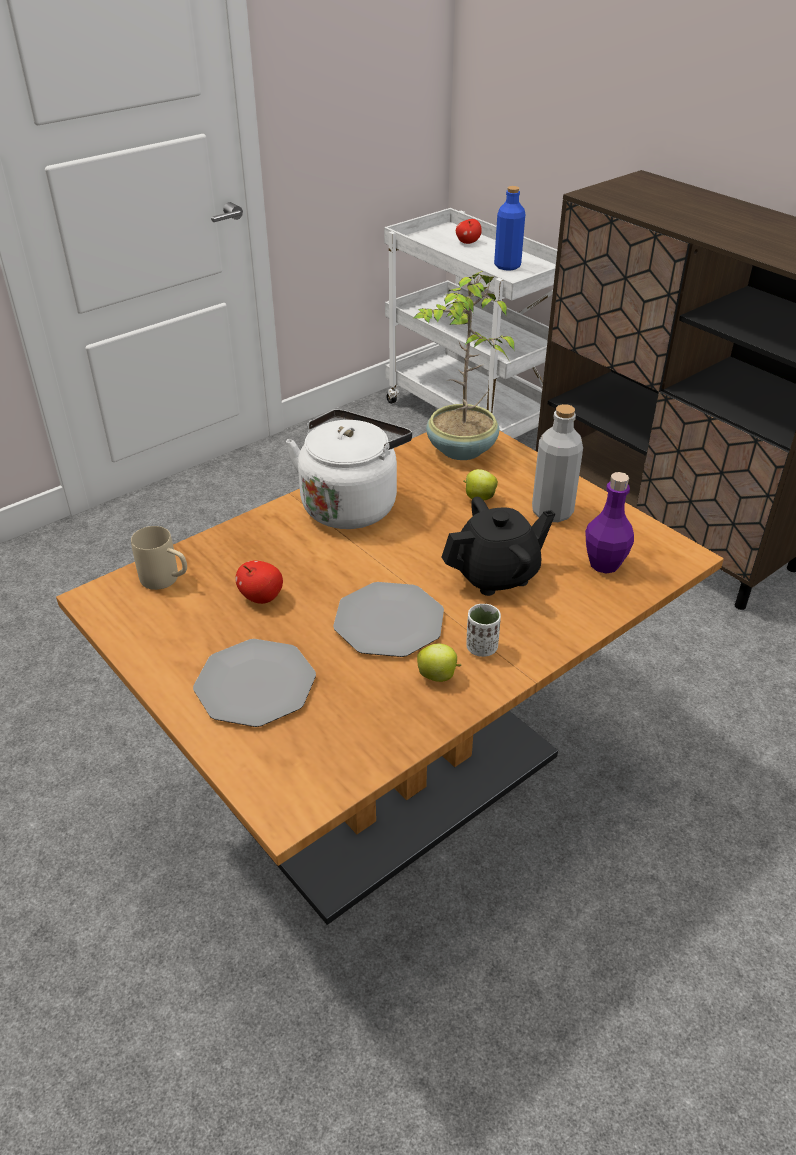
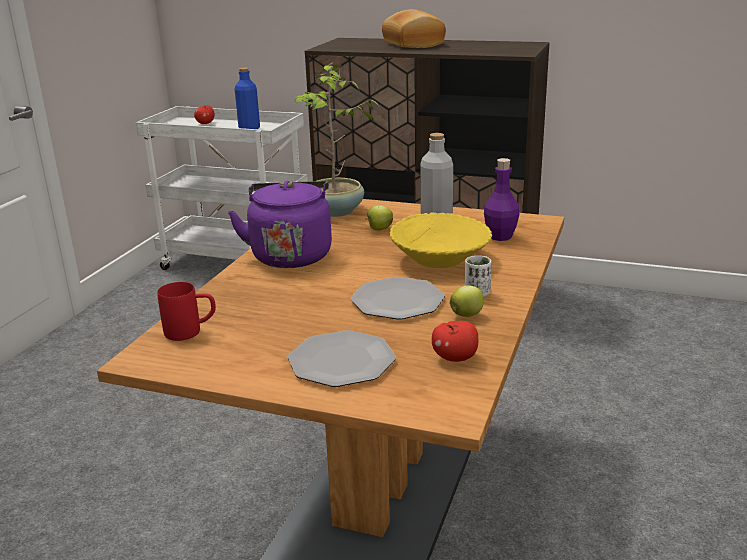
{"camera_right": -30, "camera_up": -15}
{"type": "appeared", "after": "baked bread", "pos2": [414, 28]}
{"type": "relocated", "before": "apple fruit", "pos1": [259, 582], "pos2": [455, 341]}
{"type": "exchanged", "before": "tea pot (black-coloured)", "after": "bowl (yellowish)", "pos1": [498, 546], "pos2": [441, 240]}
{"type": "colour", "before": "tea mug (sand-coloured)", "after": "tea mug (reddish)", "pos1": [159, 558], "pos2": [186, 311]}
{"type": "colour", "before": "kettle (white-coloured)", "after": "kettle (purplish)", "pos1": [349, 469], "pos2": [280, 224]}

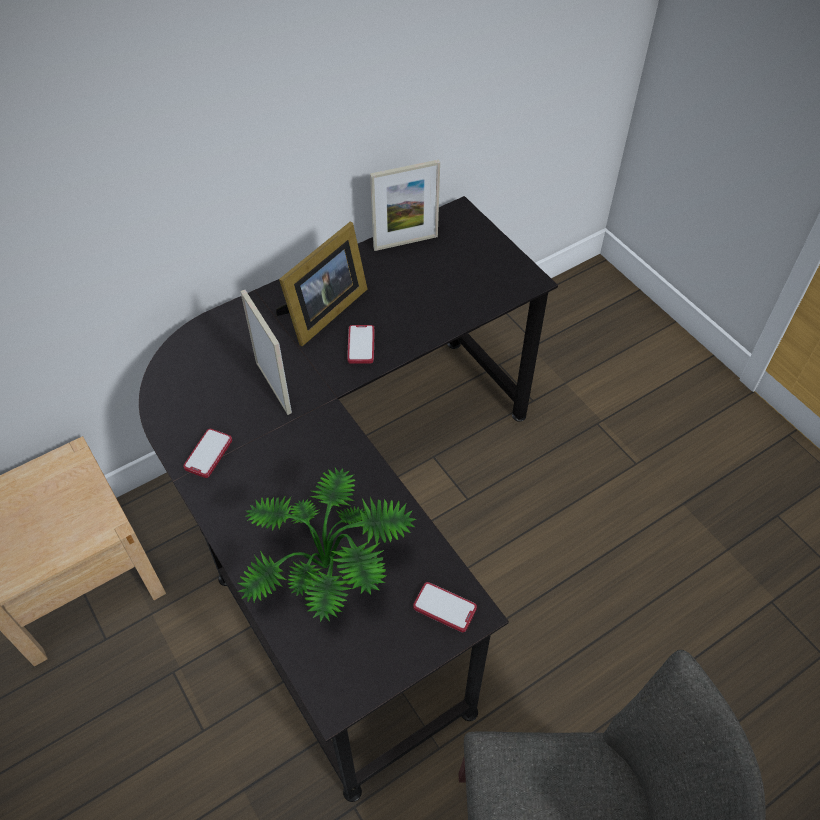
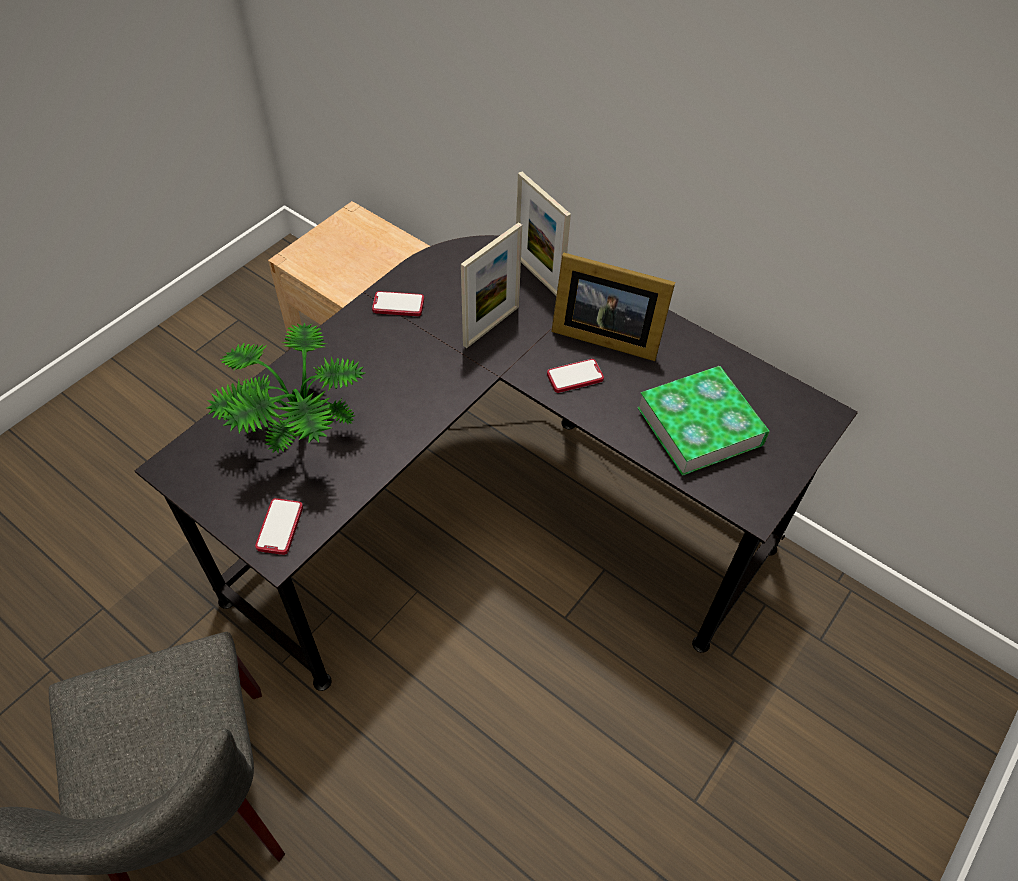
{"camera_right": 70, "camera_up": 0}
{"type": "appeared", "after": "volume", "pos2": [703, 421]}
{"type": "relocated", "before": "standing frame", "pos1": [405, 205], "pos2": [543, 234]}

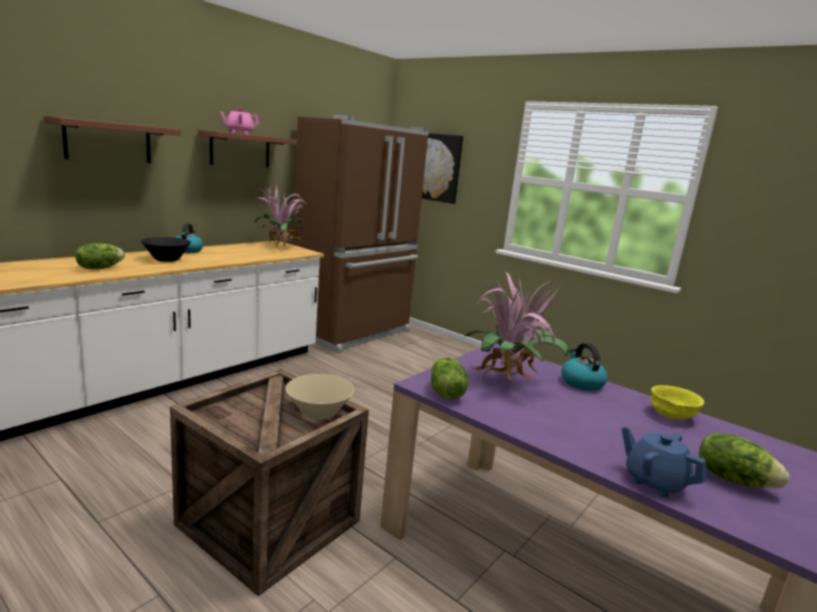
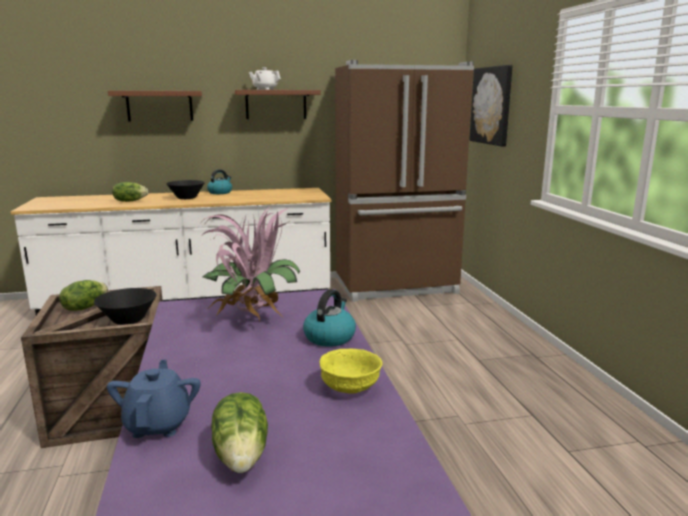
{"camera_right": 40, "camera_up": 0}
{"type": "missing", "before": "plant in a pot", "pos1": [281, 217]}
{"type": "relocated", "before": "head of lettuce", "pos1": [449, 378], "pos2": [83, 295]}
{"type": "colour", "before": "tea pot (pink)", "after": "tea pot (white-coloured)", "pos1": [240, 121], "pos2": [265, 78]}
{"type": "colour", "before": "bowl (sand-coloured)", "after": "bowl (black-coloured)", "pos1": [320, 397], "pos2": [125, 306]}

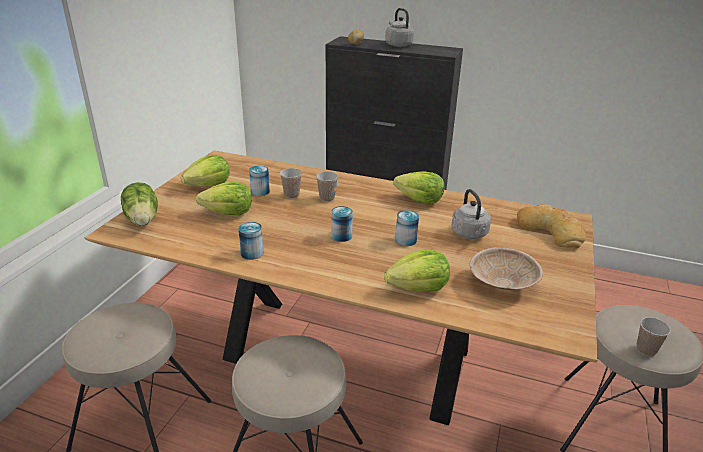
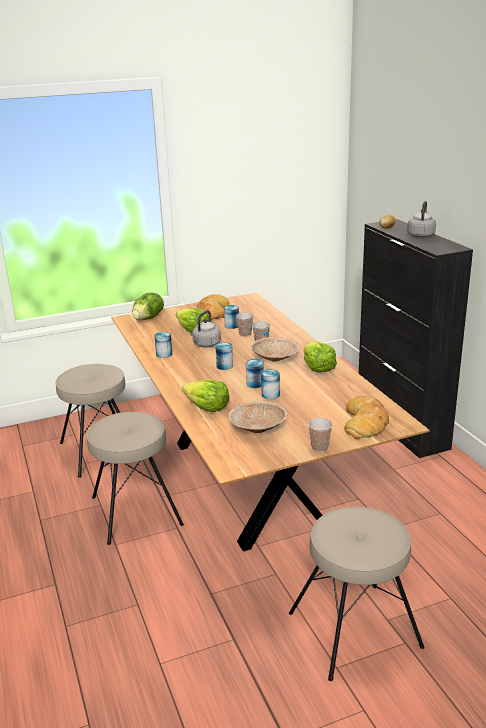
{"camera_right": 50, "camera_up": -5}
{"type": "appeared", "after": "bowl (sand-coloured)", "pos2": [274, 349]}
{"type": "appeared", "after": "can", "pos2": [270, 384]}
{"type": "relocated", "before": "kettle (grey)", "pos1": [471, 214], "pos2": [205, 328]}
{"type": "relocated", "before": "small cup", "pos1": [653, 336], "pos2": [320, 435]}
{"type": "exchanged", "before": "head of lettuce", "after": "baked bread", "pos1": [205, 170], "pos2": [213, 307]}

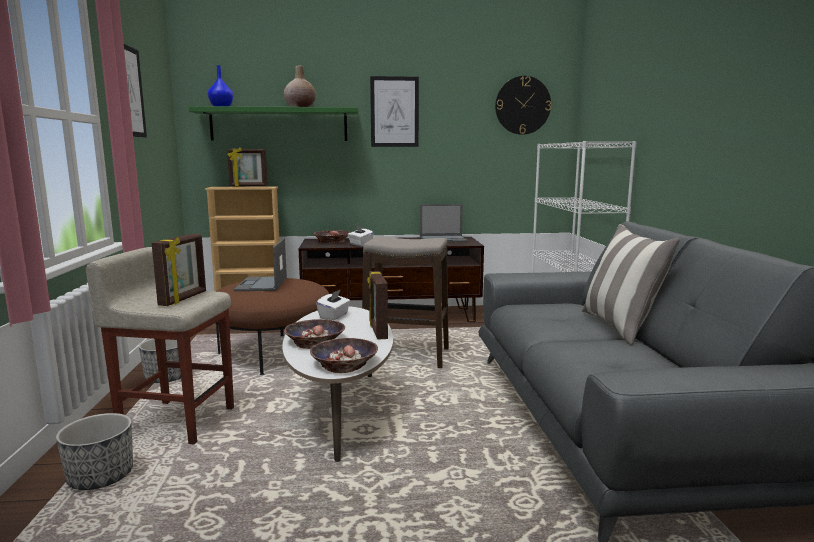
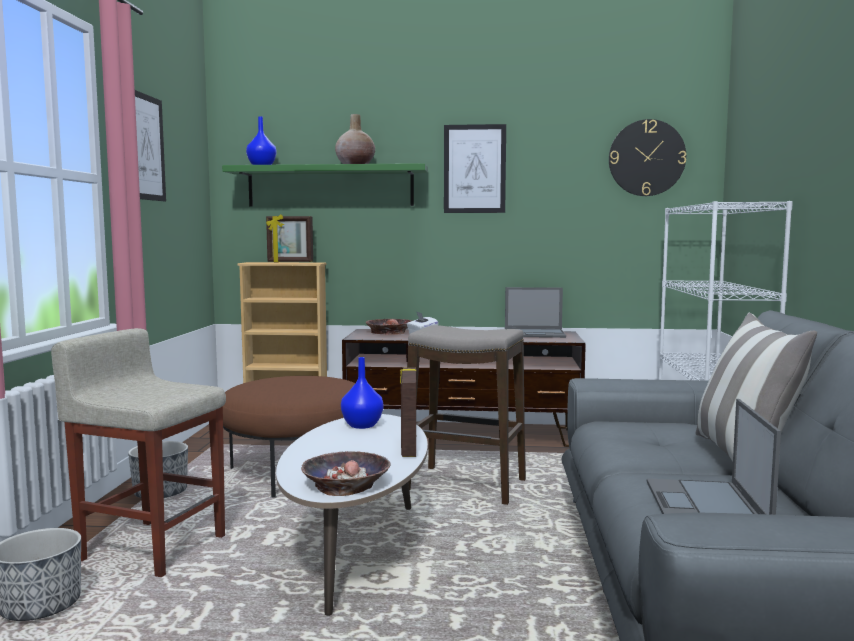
{"camera_right": 10, "camera_up": -5}
{"type": "missing", "before": "standing frame", "pos1": [179, 270]}
{"type": "missing", "before": "bowl", "pos1": [314, 334]}
{"type": "relocated", "before": "portable computer", "pos1": [260, 264], "pos2": [714, 457]}
{"type": "exchanged", "before": "tissue box (white-coloured)", "after": "flower vase (blue-coloured)", "pos1": [333, 304], "pos2": [362, 393]}

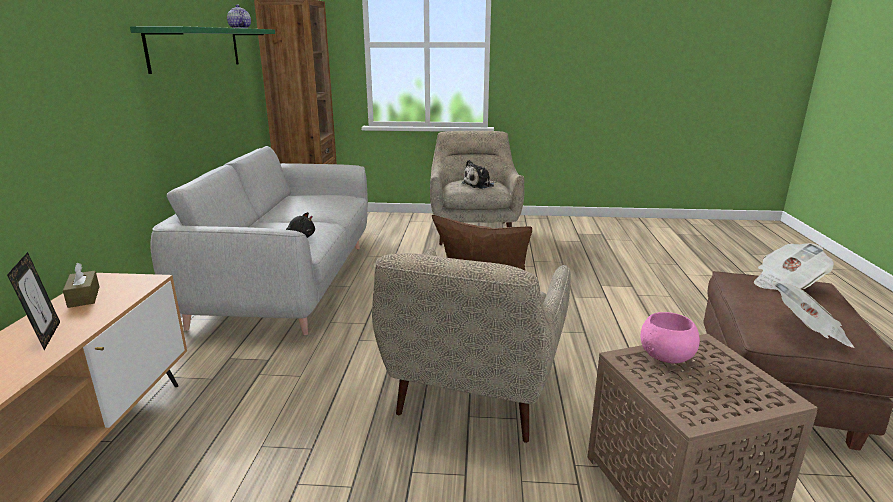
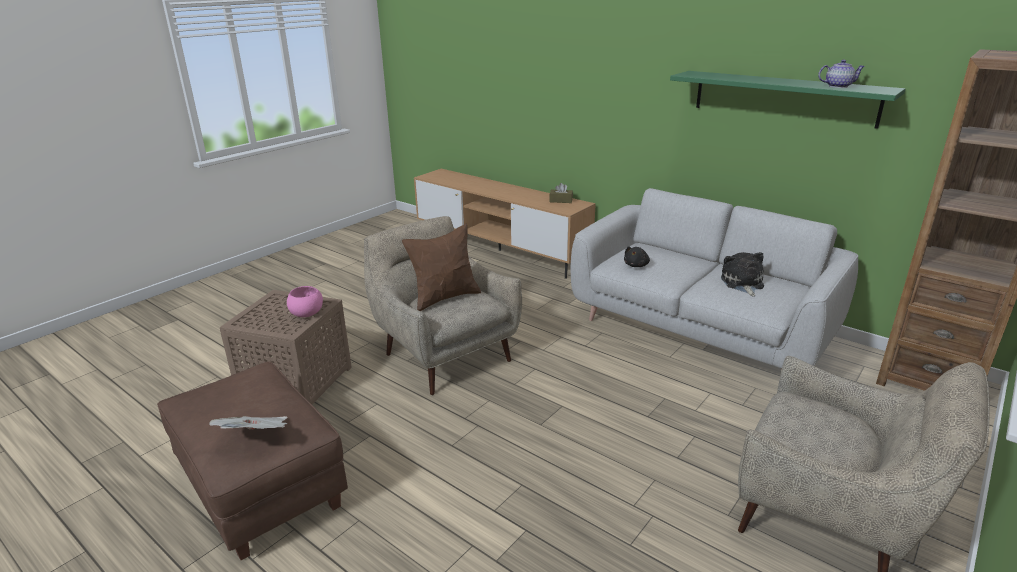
{"camera_right": 125, "camera_up": 5}
{"type": "missing", "before": "standing frame", "pos1": [33, 301]}
{"type": "missing", "before": "printed paper", "pos1": [814, 314]}
{"type": "relocated", "before": "plush toy", "pos1": [479, 174], "pos2": [742, 274]}

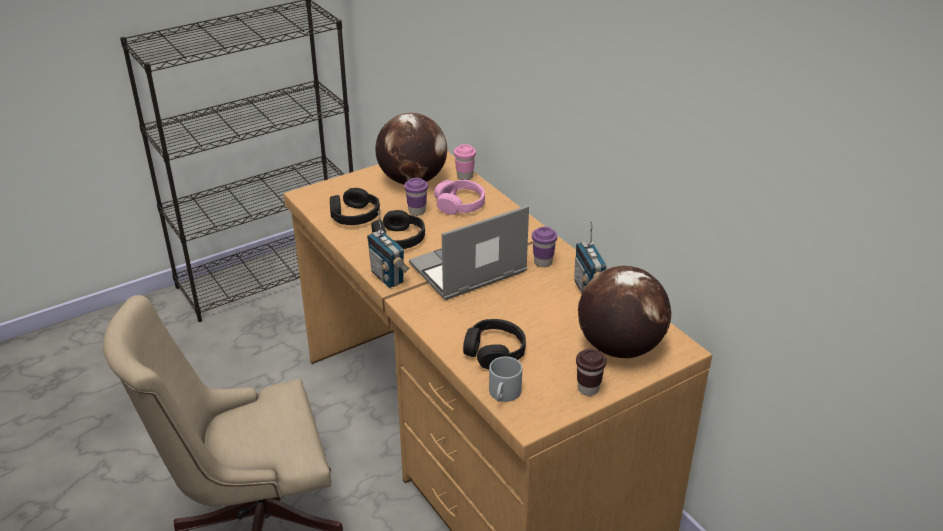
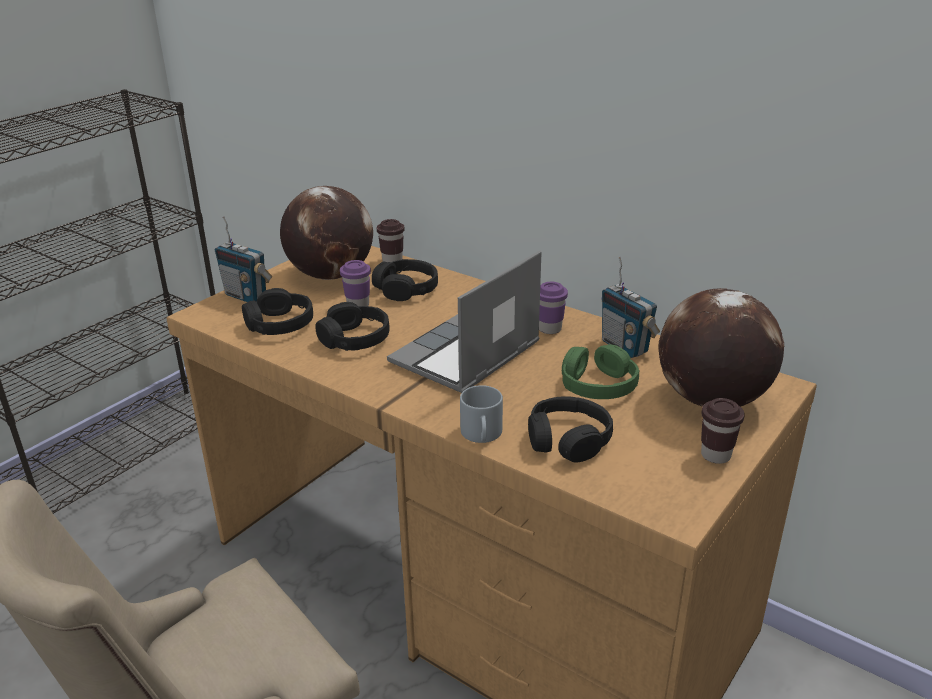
{"camera_right": -20, "camera_up": -5}
{"type": "appeared", "after": "headset (green-coloured)", "pos2": [600, 371]}
{"type": "relocated", "before": "radio", "pos1": [388, 249], "pos2": [243, 259]}
{"type": "relocated", "before": "tea mug (grey)", "pos1": [505, 379], "pos2": [481, 414]}
{"type": "colour", "before": "headset (pink)", "after": "headset (black-coloured)", "pos1": [459, 197], "pos2": [405, 280]}
{"type": "colour", "before": "small cup (pink)", "after": "small cup (brown)", "pos1": [465, 162], "pos2": [391, 240]}

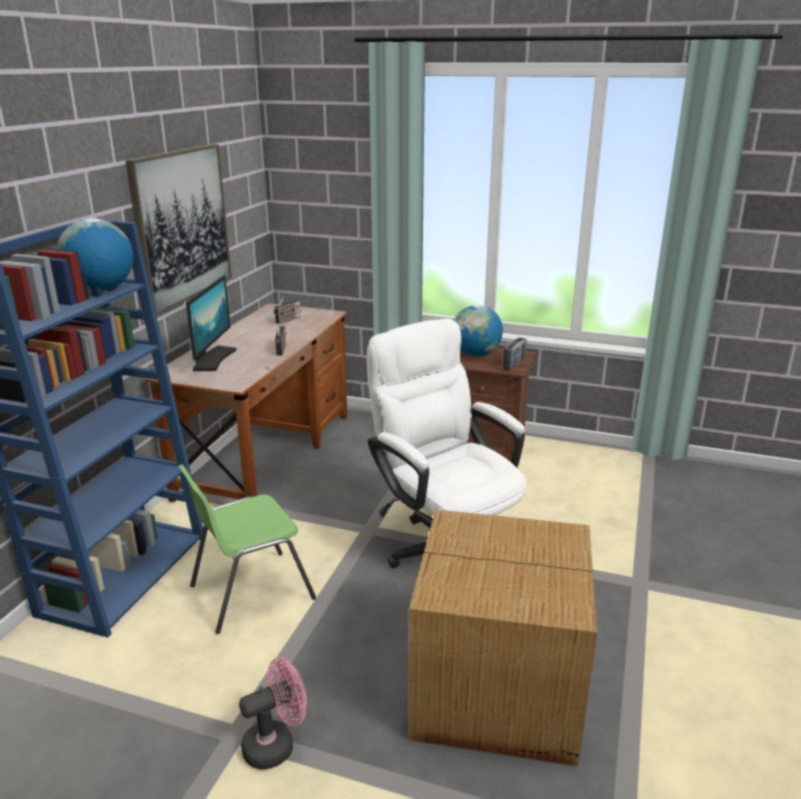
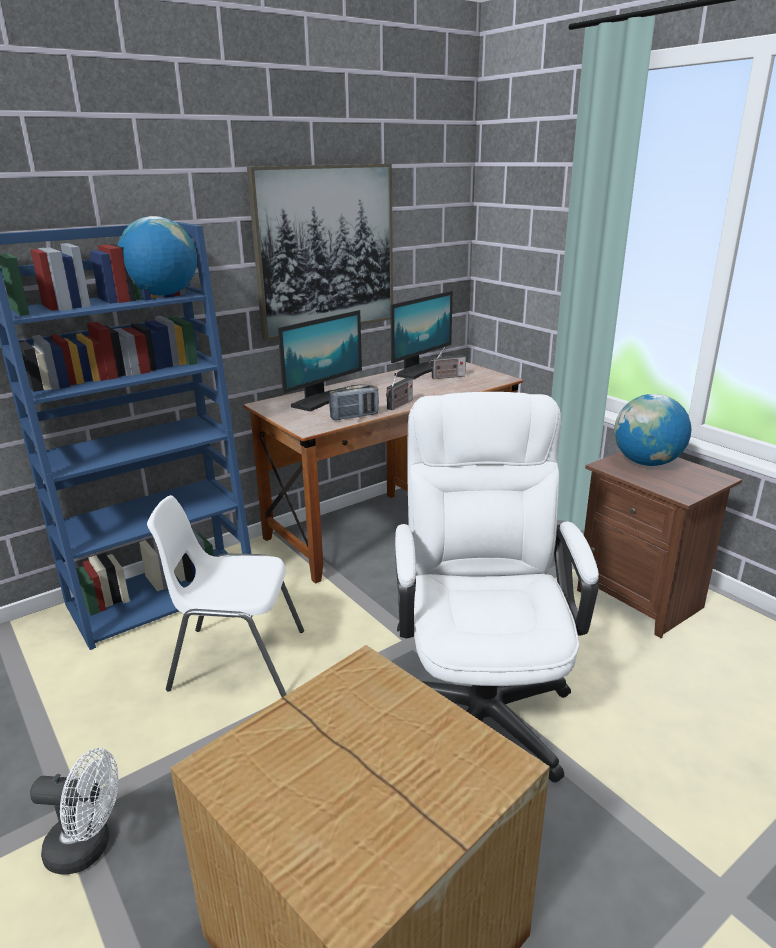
{"camera_right": 35, "camera_up": 0}
{"type": "appeared", "after": "computer display", "pos2": [421, 335]}
{"type": "relocated", "before": "radio", "pos1": [514, 354], "pos2": [354, 402]}
{"type": "colour", "before": "upright chair (green-coloured)", "after": "upright chair (white-coloured)", "pos1": [247, 549], "pos2": [225, 596]}
{"type": "colour", "before": "fan (pink)", "after": "fan (white-coloured)", "pos1": [273, 713], "pos2": [74, 811]}

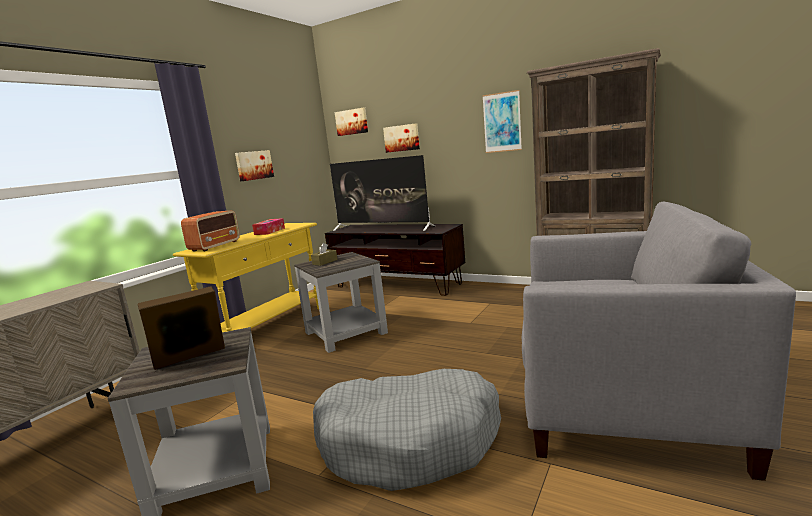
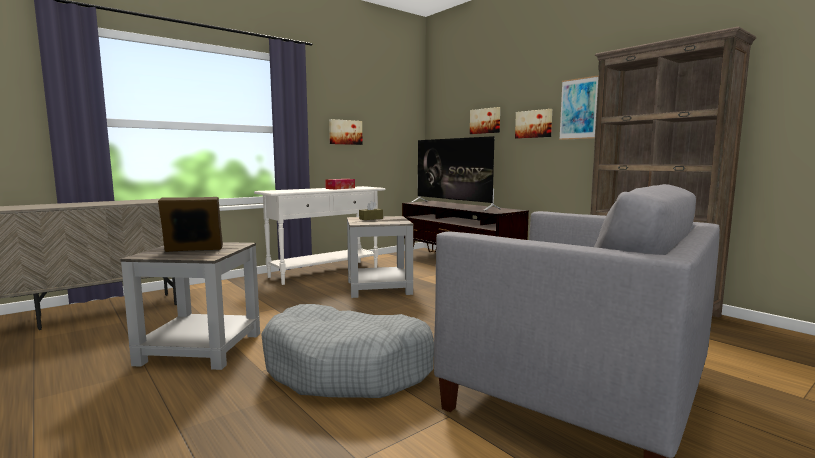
{"camera_right": 20, "camera_up": -5}
{"type": "missing", "before": "radio", "pos1": [210, 231]}
{"type": "relocated", "before": "wall picture", "pos1": [351, 122], "pos2": [533, 124]}
{"type": "colour", "before": "narrow table (yellowish)", "after": "narrow table (white-coloured)", "pos1": [246, 277], "pos2": [320, 235]}

